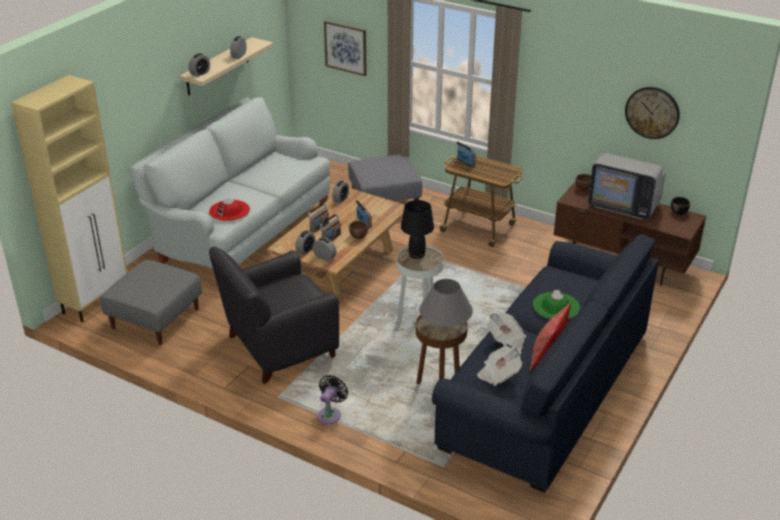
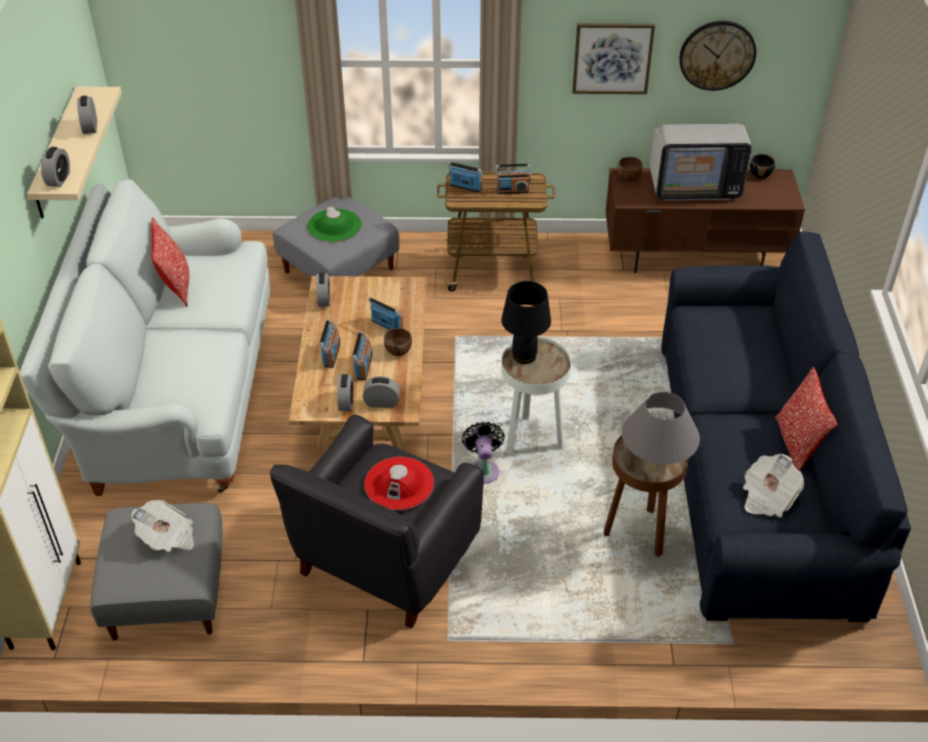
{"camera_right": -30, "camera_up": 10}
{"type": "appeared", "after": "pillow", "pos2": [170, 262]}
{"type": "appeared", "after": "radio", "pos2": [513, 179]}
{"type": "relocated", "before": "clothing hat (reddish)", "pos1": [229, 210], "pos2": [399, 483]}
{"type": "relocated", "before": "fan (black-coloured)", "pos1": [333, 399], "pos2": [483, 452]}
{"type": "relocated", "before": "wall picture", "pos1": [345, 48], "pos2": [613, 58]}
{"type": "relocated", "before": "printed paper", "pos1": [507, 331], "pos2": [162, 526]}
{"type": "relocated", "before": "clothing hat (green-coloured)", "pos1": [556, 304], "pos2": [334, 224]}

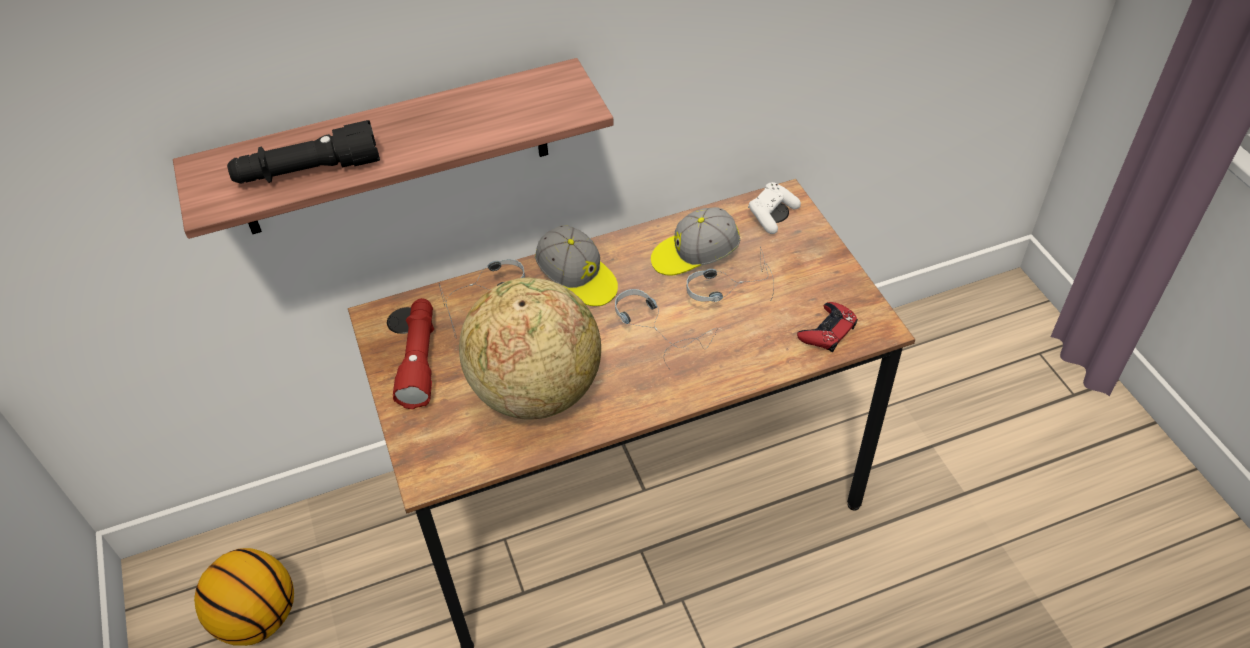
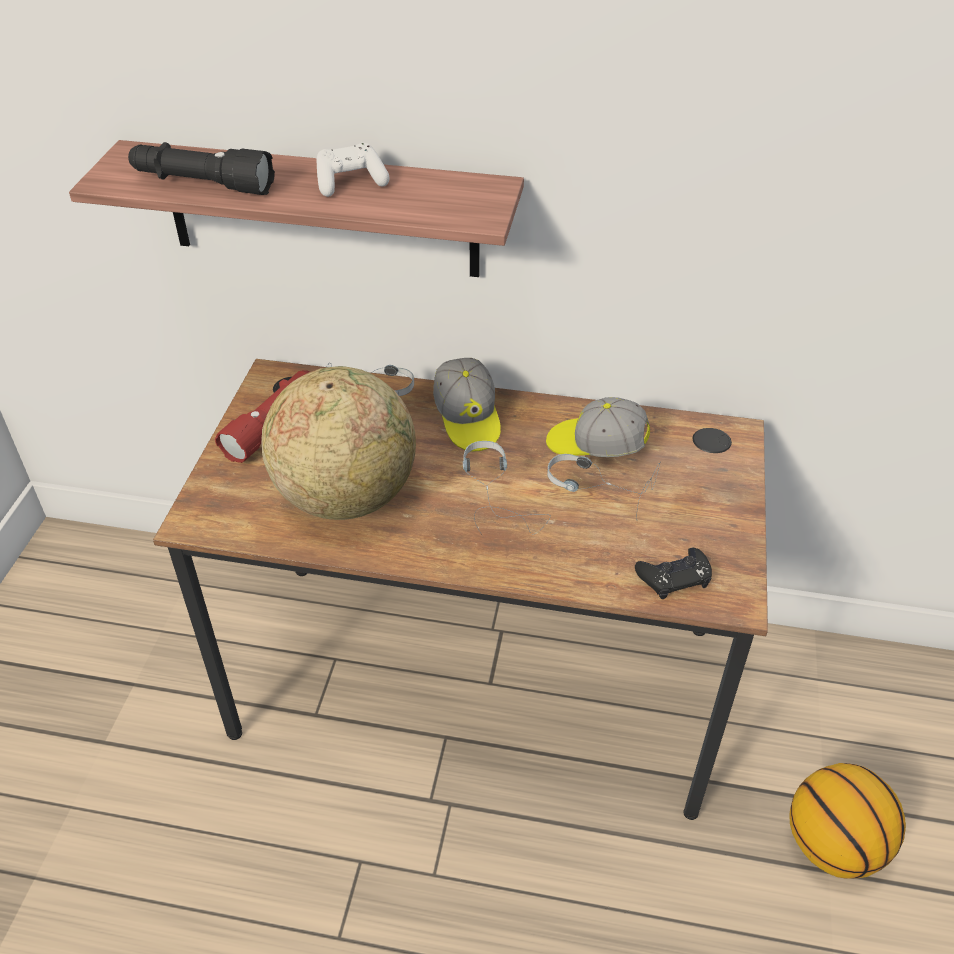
{"camera_right": 30, "camera_up": -5}
{"type": "relocated", "before": "basketball", "pos1": [244, 597], "pos2": [848, 821]}
{"type": "relocated", "before": "gamepad (white-coloured)", "pos1": [774, 208], "pos2": [353, 170]}
{"type": "colour", "before": "gamepad (reddish)", "after": "gamepad (black-coloured)", "pos1": [827, 327], "pos2": [673, 573]}

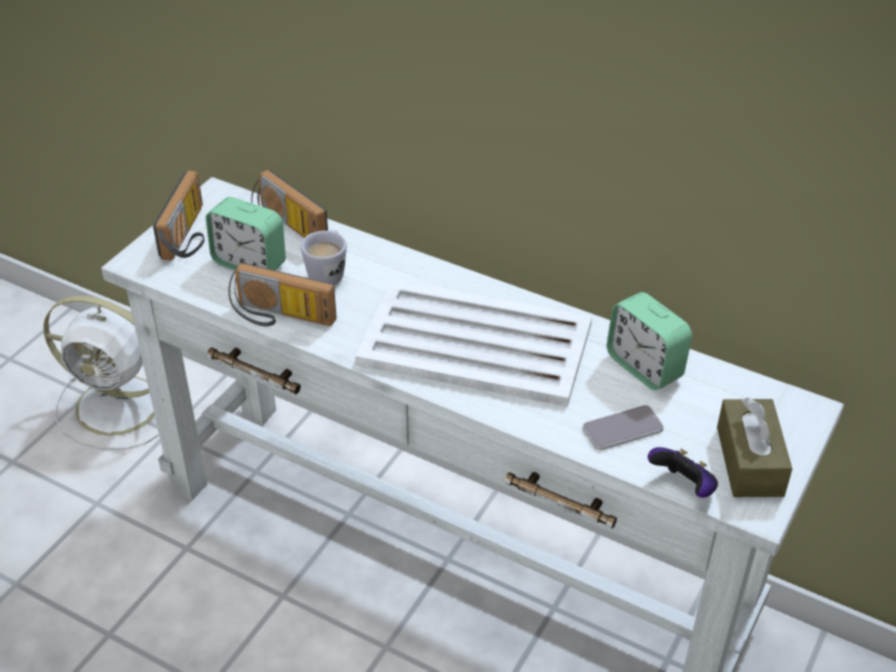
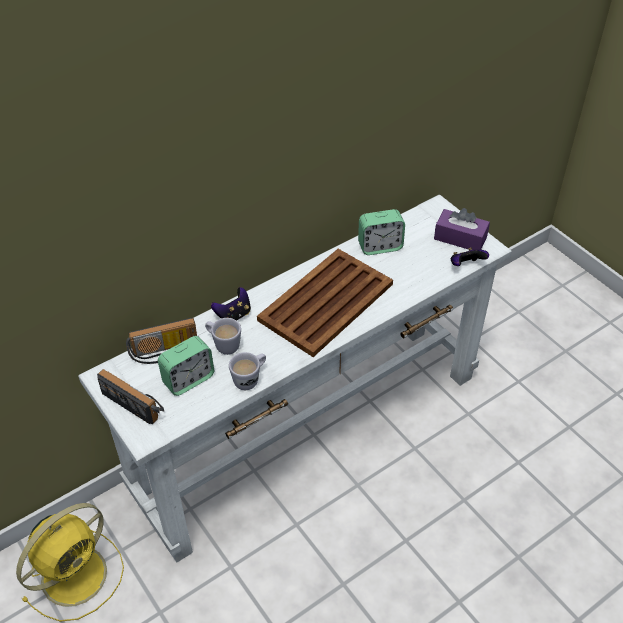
{"camera_right": -65, "camera_up": 5}
{"type": "missing", "before": "handset", "pos1": [623, 427]}
{"type": "appeared", "after": "gamepad", "pos2": [231, 303]}
{"type": "exchanged", "before": "radio", "after": "tea mug (white-coloured)", "pos1": [282, 295], "pos2": [247, 371]}
{"type": "colour", "before": "fan (white-coloured)", "after": "fan (yellowish)", "pos1": [101, 372], "pos2": [70, 562]}
{"type": "colour", "before": "carrying tray (white-coloured)", "after": "carrying tray (brown)", "pos1": [473, 343], "pos2": [325, 303]}
{"type": "colour", "before": "tissue box (brown)", "after": "tissue box (purplish)", "pos1": [754, 447], "pos2": [462, 229]}

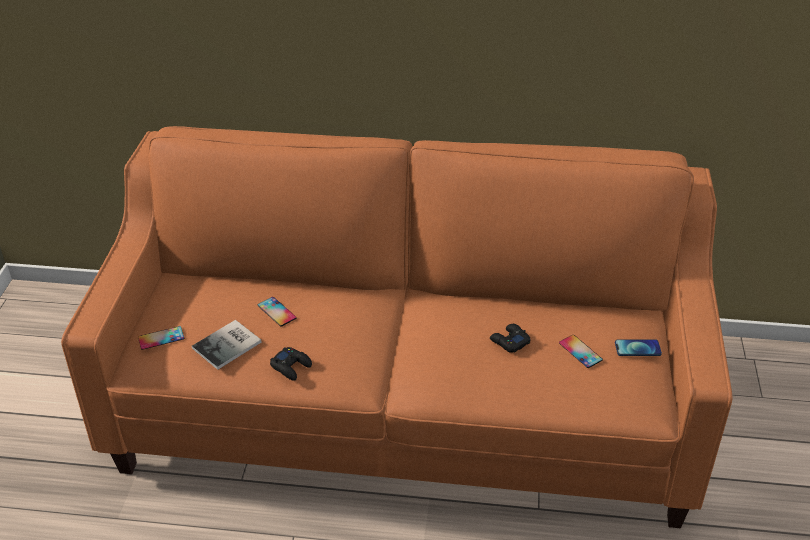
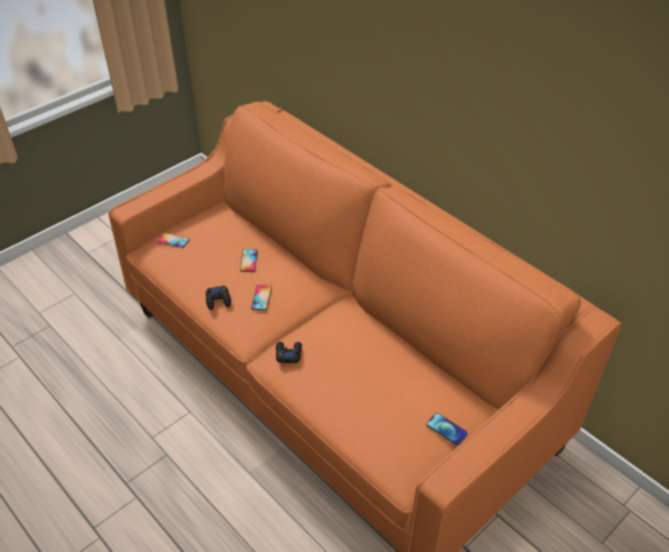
{"camera_right": 40, "camera_up": 5}
{"type": "missing", "before": "volume", "pos1": [227, 345]}
{"type": "relocated", "before": "gamepad (black-coloured)", "pos1": [510, 338], "pos2": [289, 352]}
{"type": "relocated", "before": "handset", "pos1": [581, 351], "pos2": [261, 297]}

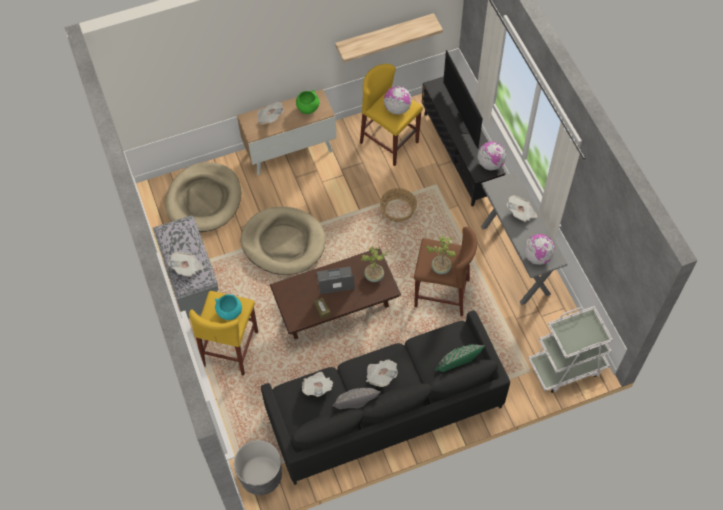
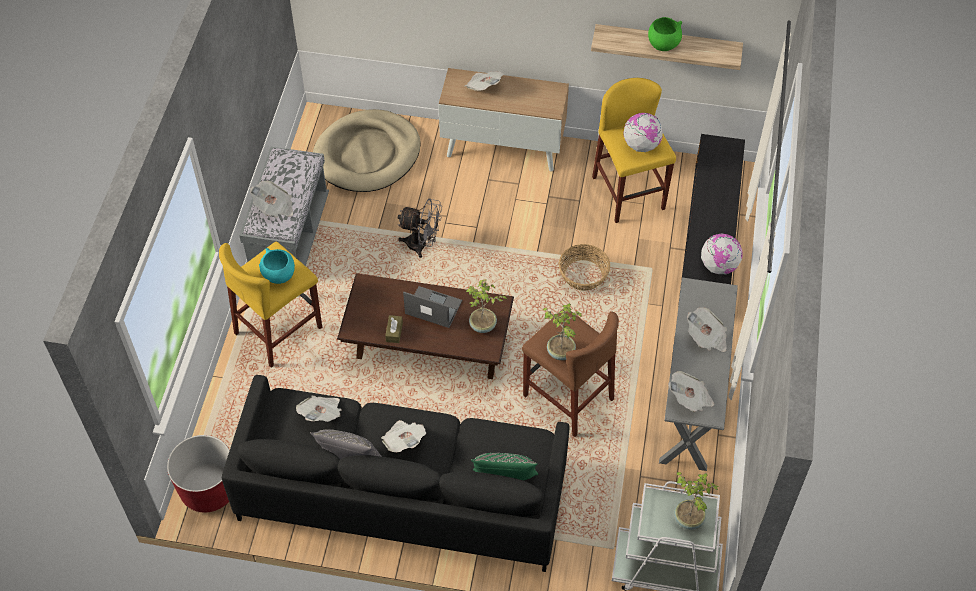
{"camera_right": 30, "camera_up": -5}
{"type": "missing", "before": "TV set", "pos1": [463, 99]}
{"type": "appeared", "after": "plant in a pot", "pos2": [696, 501]}
{"type": "relocated", "before": "bowl (green-coloured)", "pos1": [307, 102], "pos2": [665, 34]}
{"type": "exchanged", "before": "pet bed (sand-coloured)", "after": "fan (grey)", "pos1": [283, 241], "pos2": [420, 228]}
{"type": "exchanged", "before": "globe", "after": "printed paper", "pos1": [539, 249], "pos2": [691, 391]}
{"type": "colour", "before": "plant pot (grey)", "after": "plant pot (reddish)", "pos1": [258, 467], "pos2": [198, 473]}

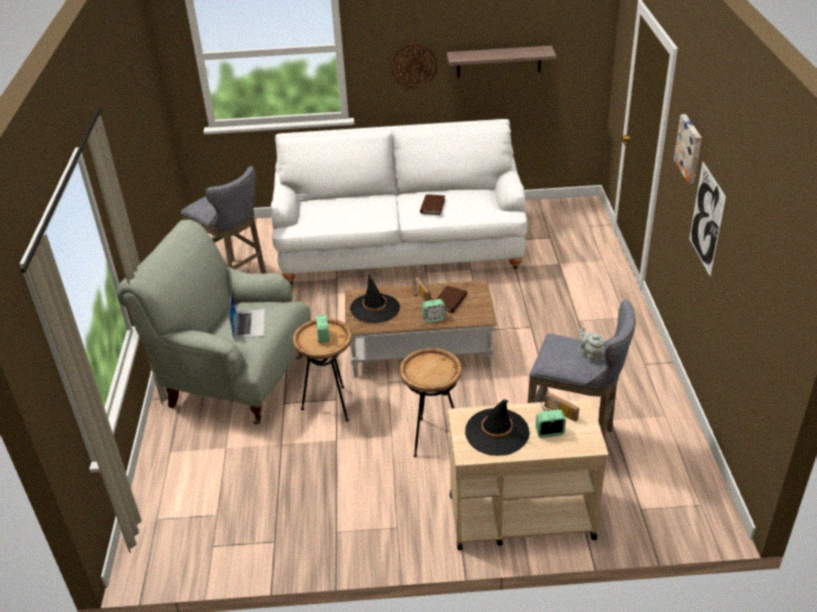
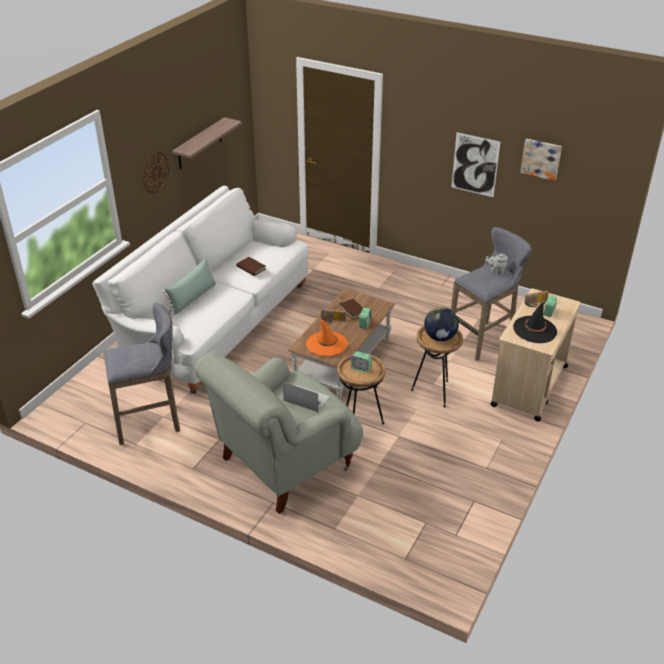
{"camera_right": -60, "camera_up": 0}
{"type": "appeared", "after": "pillow (green-coloured)", "pos2": [189, 286]}
{"type": "appeared", "after": "globe", "pos2": [441, 324]}
{"type": "relocated", "before": "wall picture", "pos1": [688, 149], "pos2": [541, 159]}
{"type": "colour", "before": "clothing hat (black-coloured)", "after": "clothing hat (orange)", "pos1": [375, 298], "pos2": [327, 337]}

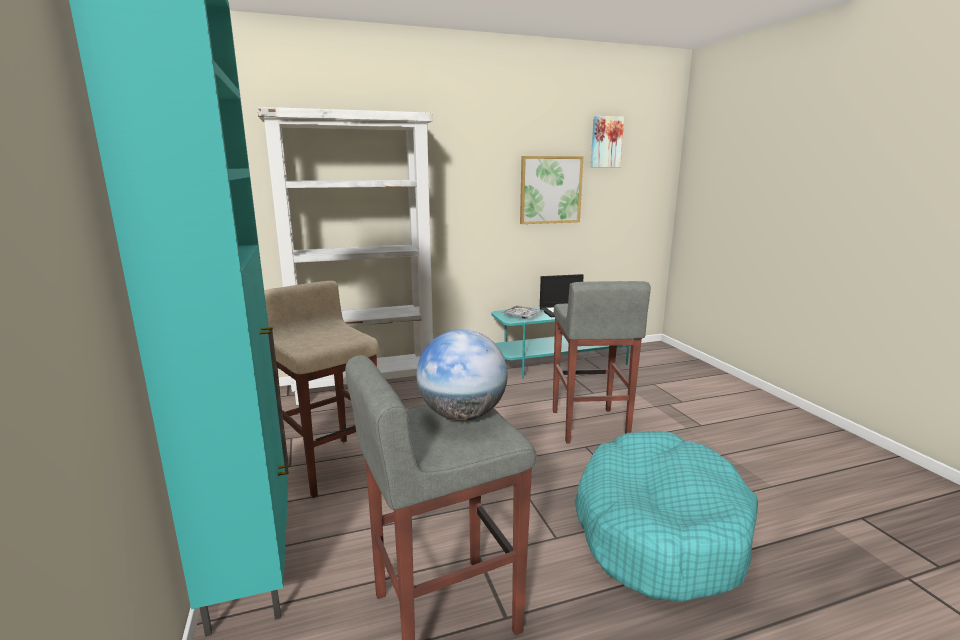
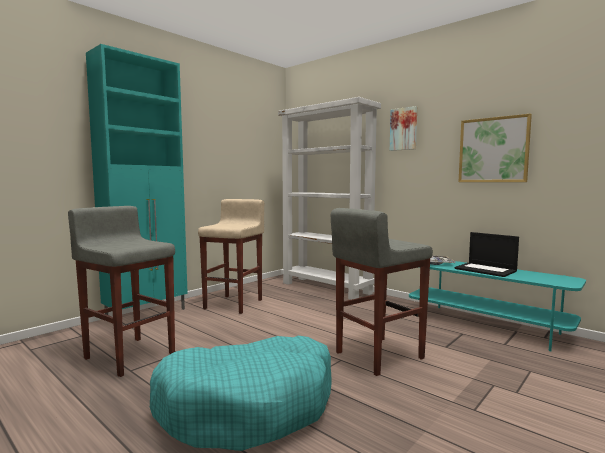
{"camera_right": 60, "camera_up": -10}
{"type": "missing", "before": "globe", "pos1": [462, 375]}
{"type": "relocated", "before": "wall picture", "pos1": [607, 141], "pos2": [403, 128]}

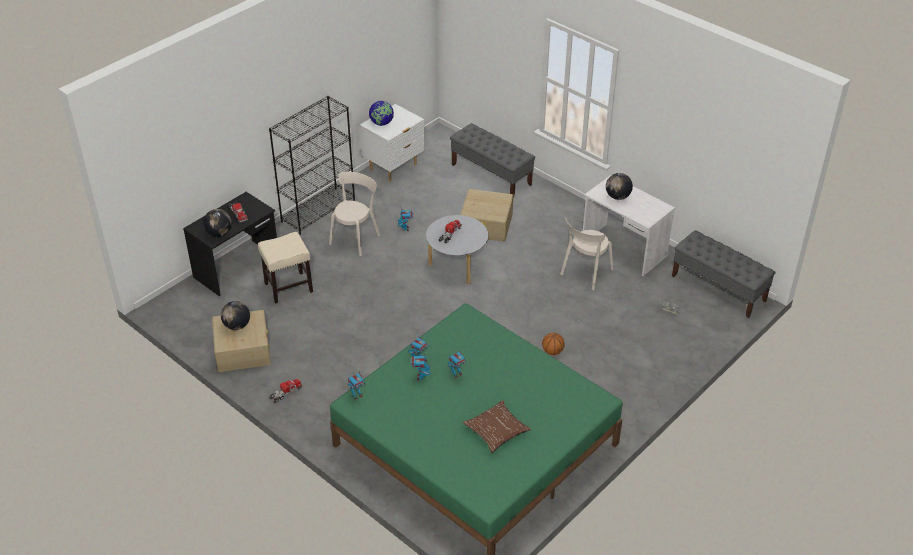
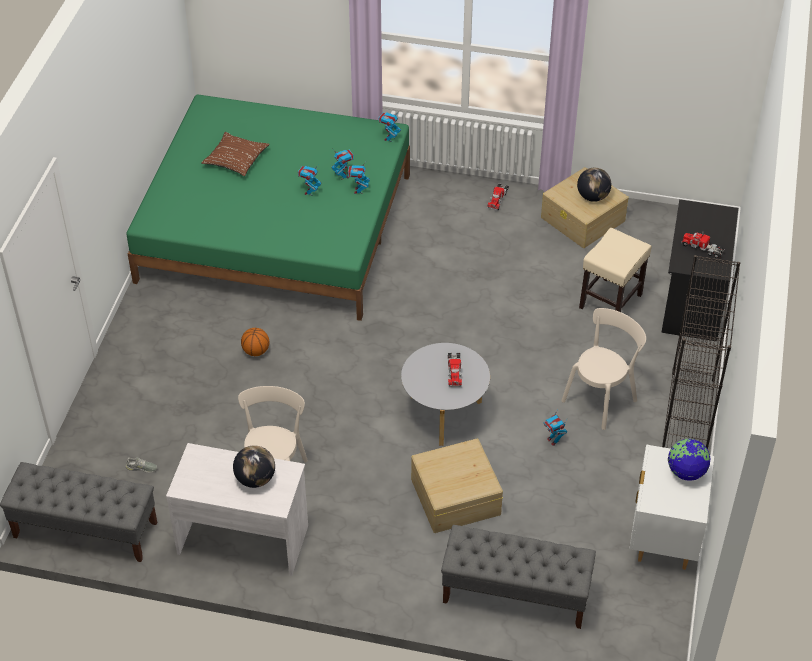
{"camera_right": 150, "camera_up": 5}
{"type": "missing", "before": "globe", "pos1": [217, 223]}
{"type": "spun", "before": "upright chair (sand-coloured)", "pos1": [354, 214], "pos2": [603, 369], "turn": -135}

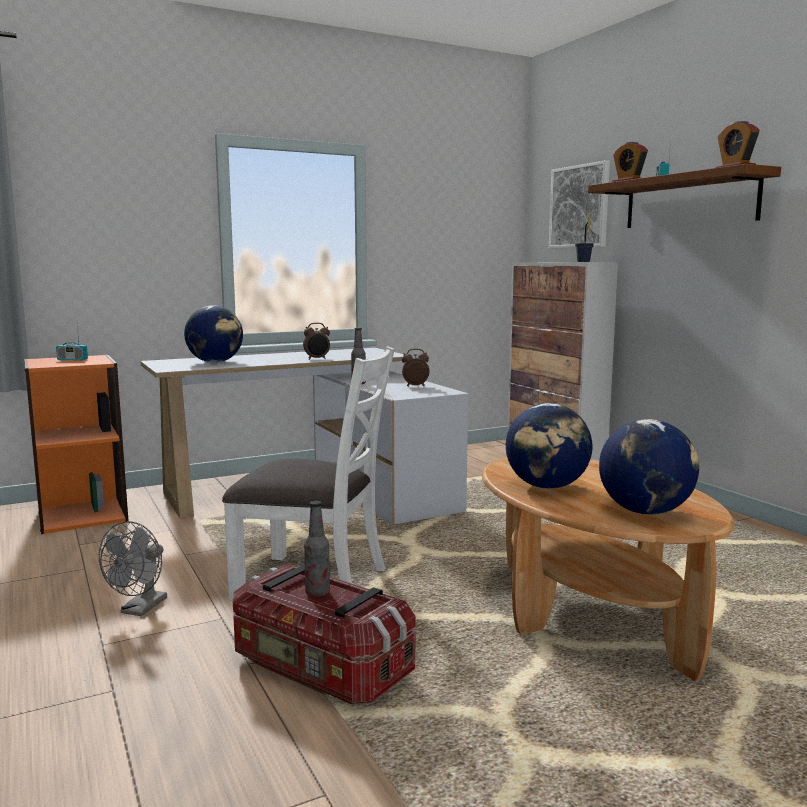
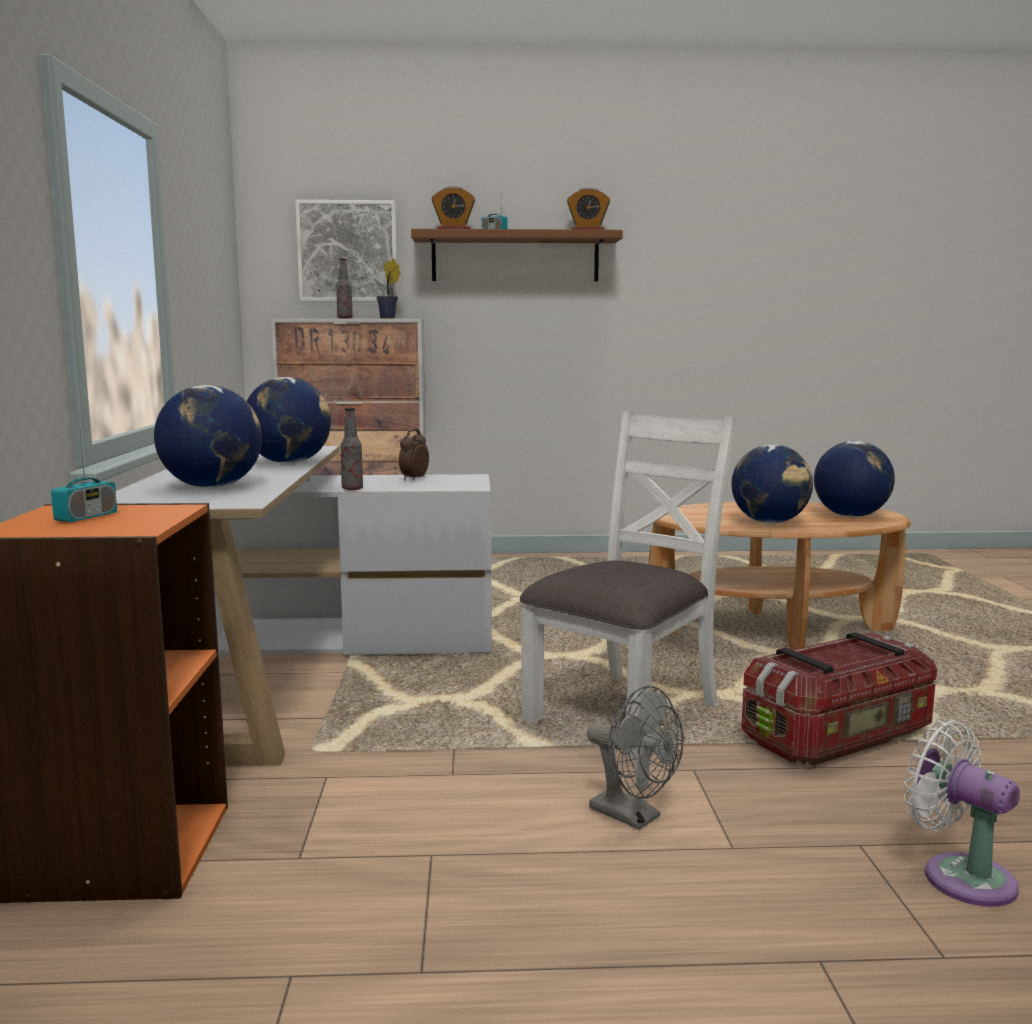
{"camera_right": -65, "camera_up": 0}
{"type": "appeared", "after": "fan (white-coloured)", "pos2": [962, 813]}
{"type": "relocated", "before": "beverage bottle", "pos1": [317, 549], "pos2": [344, 288]}
{"type": "exchanged", "before": "bedside clock", "after": "globe", "pos1": [316, 341], "pos2": [289, 420]}

